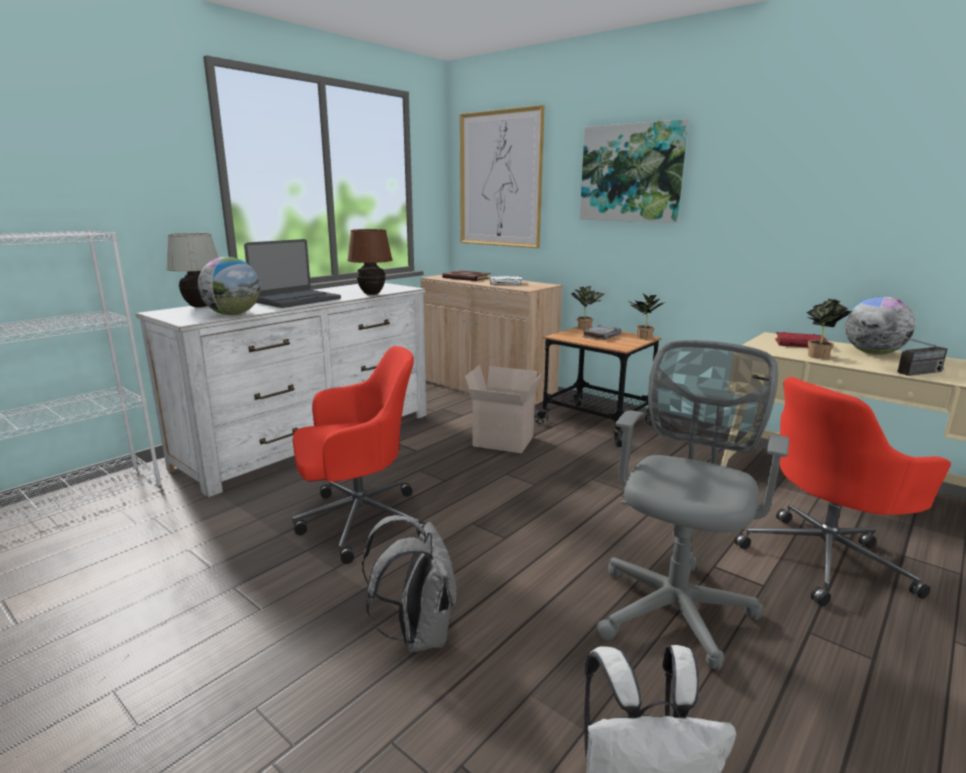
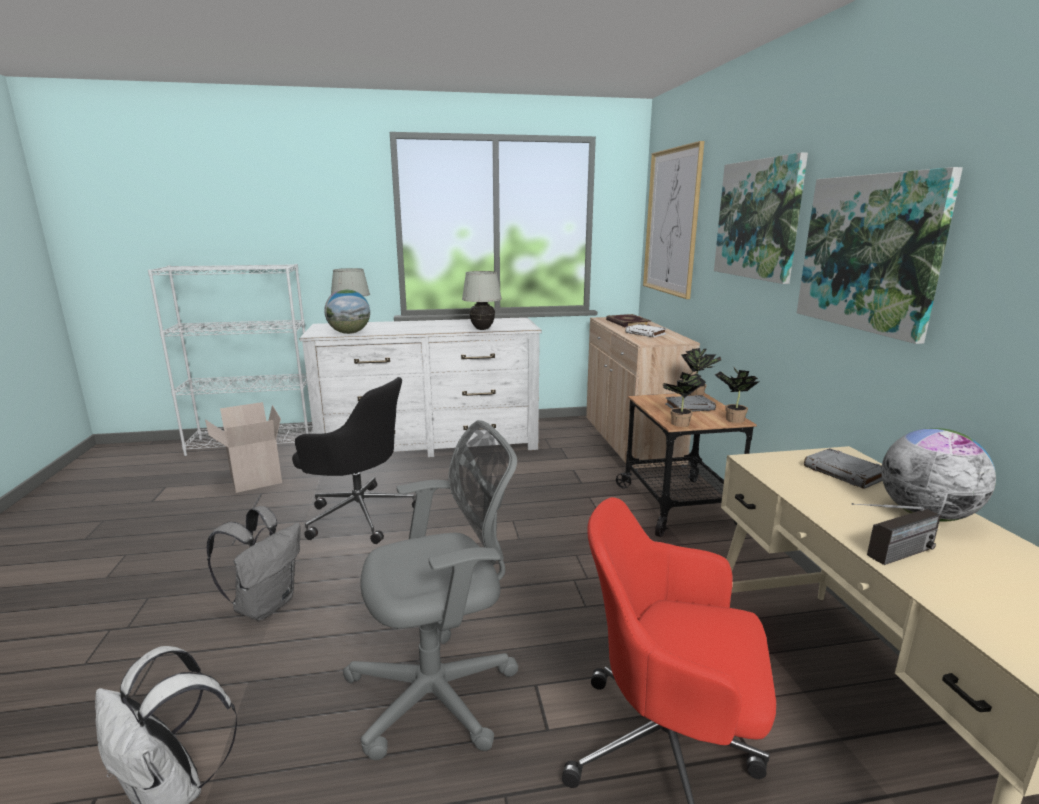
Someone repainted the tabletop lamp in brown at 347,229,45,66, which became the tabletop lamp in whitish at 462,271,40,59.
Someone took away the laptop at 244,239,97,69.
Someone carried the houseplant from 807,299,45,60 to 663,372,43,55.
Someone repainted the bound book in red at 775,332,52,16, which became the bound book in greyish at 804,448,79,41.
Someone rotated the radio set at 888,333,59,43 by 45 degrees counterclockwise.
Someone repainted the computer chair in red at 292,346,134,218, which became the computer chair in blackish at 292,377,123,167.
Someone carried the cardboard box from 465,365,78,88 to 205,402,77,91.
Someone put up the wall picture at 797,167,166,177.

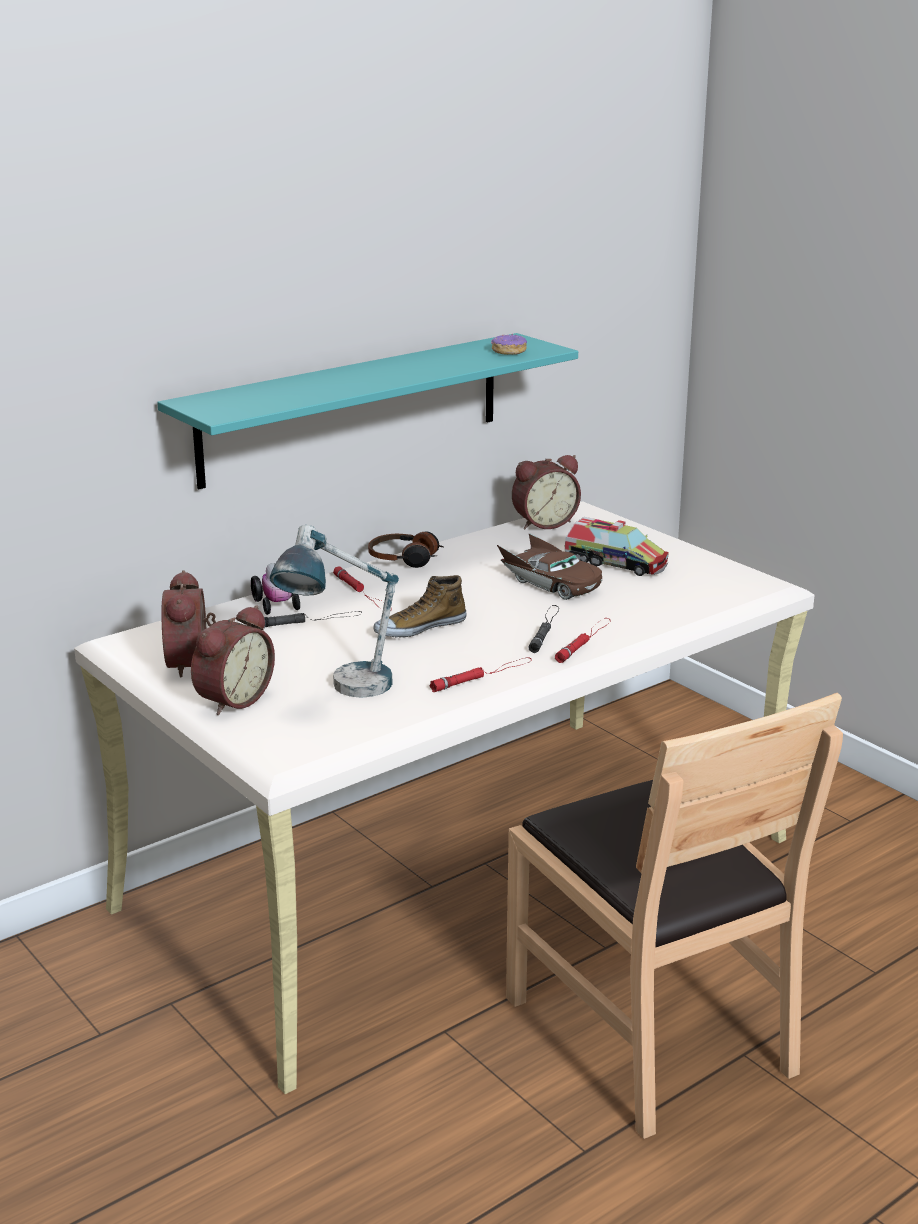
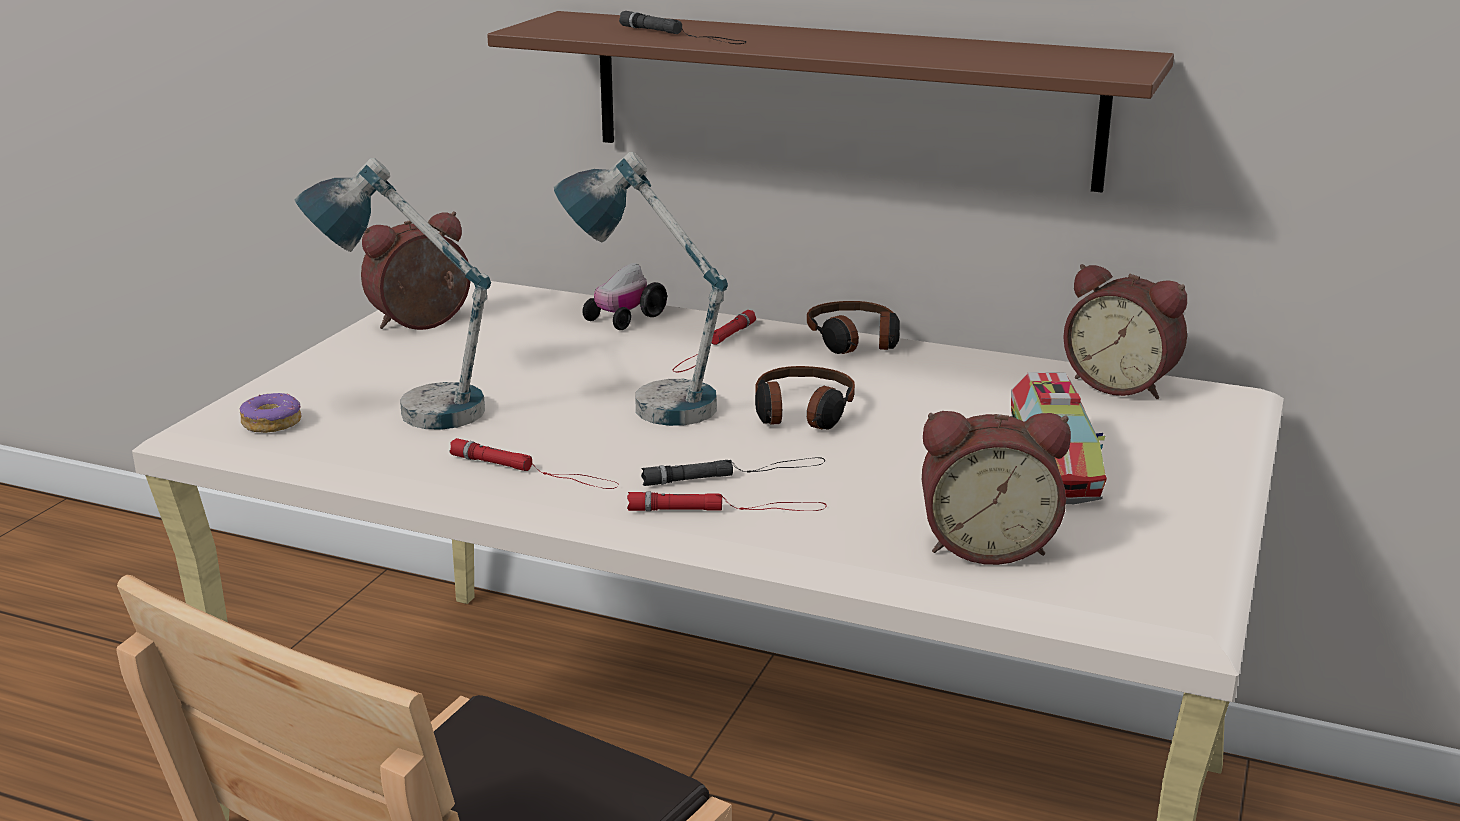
Someone repainted the bracket shelf in turquoise-coloured at 157,333,421,156, which became the bracket shelf in brown at 487,11,687,182.
Someone carried the ring doughnut from 491,334,36,21 to 240,393,61,40.
Someone took away the toy car in brown at 497,533,105,67.
Someone swapped the low shoe at 373,575,93,63 for the tabletop lamp at 554,152,174,274.
Someone carried the alarm clock from 191,605,84,110 to 922,411,149,154.
Someone carried the flashlight in blackish from 264,611,98,17 to 619,11,127,33.
Someone put down the headphones at 755,366,100,64.

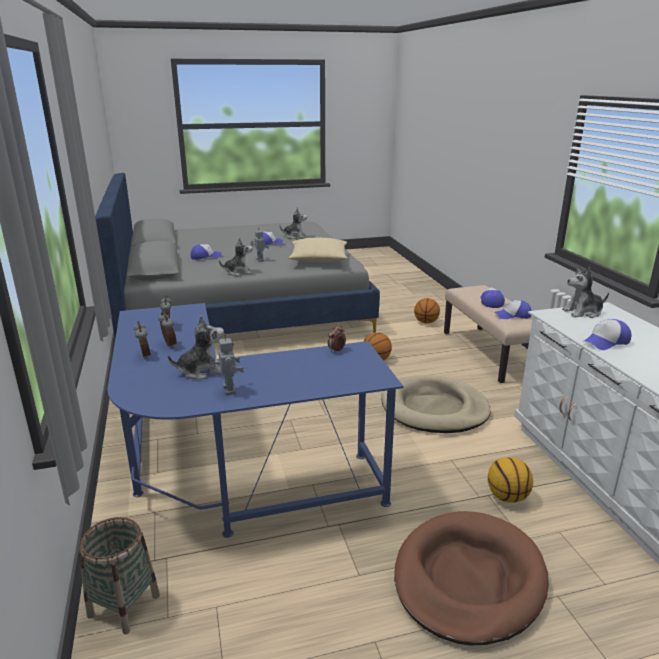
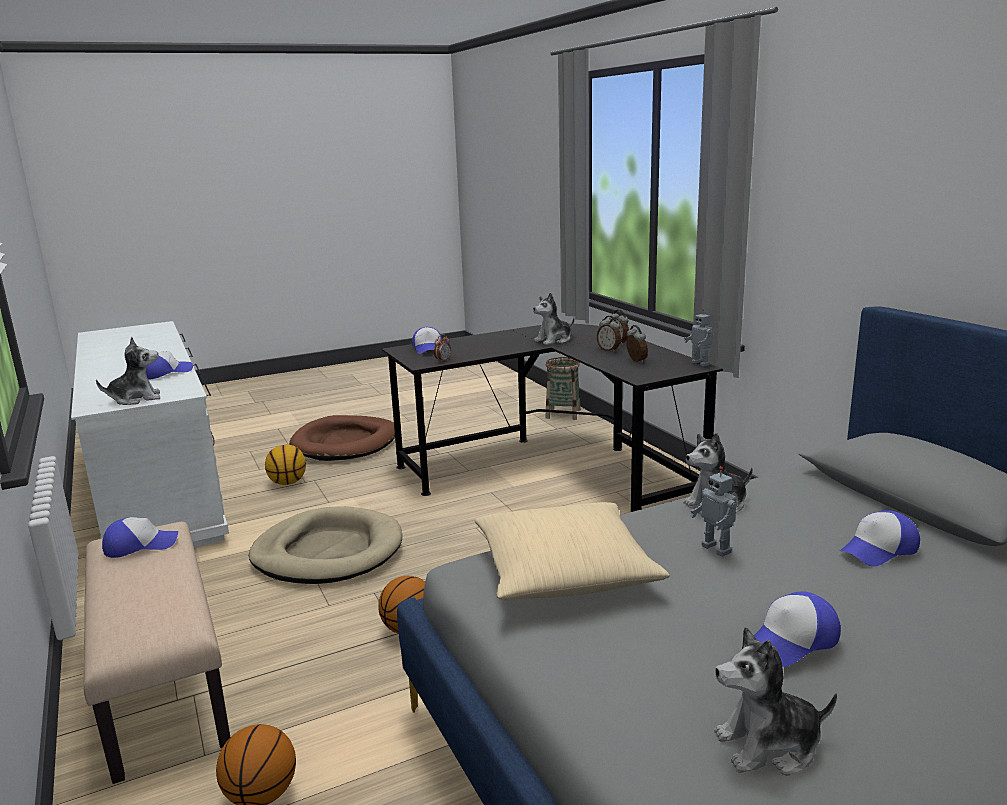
Someone carried the peaked cap from 480,287,25,21 to 412,327,30,27.
Someone repainted the desk table in blue-coloured at 107,303,297,235, which became the desk table in blackish at 382,324,341,188.
Someone carried the model robot from 209,334,35,61 to 684,308,30,59.

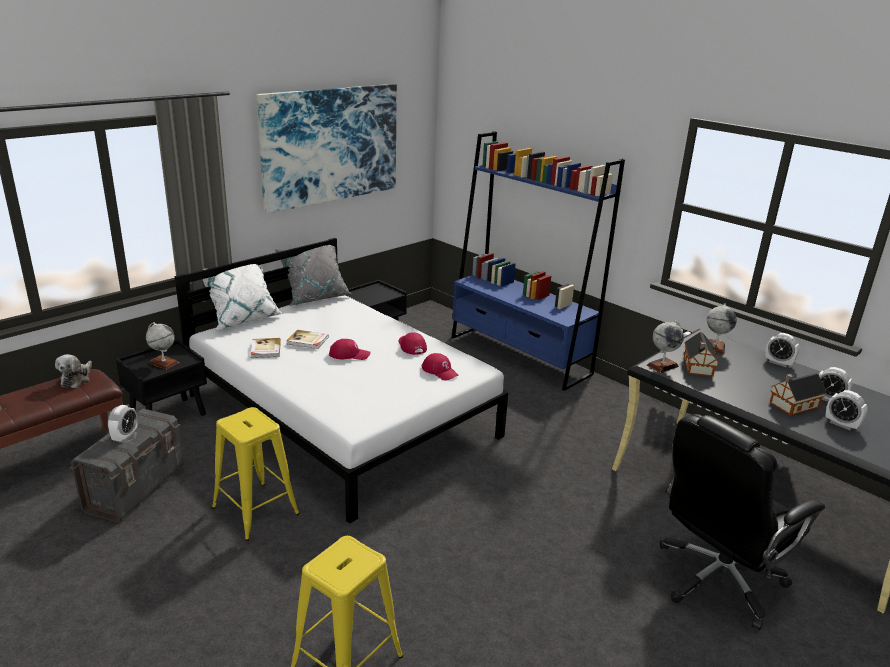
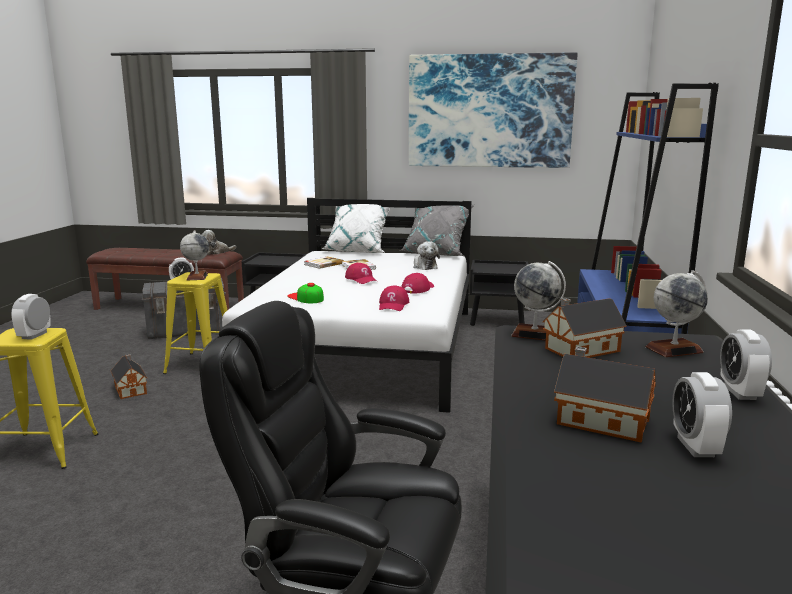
Someone carried the world globe from 146,322,33,48 to 180,230,29,50.
Someone carried the alarm clock from 825,390,42,40 to 11,294,40,46.
Someone put down the plush toy at 414,241,26,29.
Someone put down the peaked cap at 287,283,37,20.
Someone put down the toy house at 111,354,37,45.

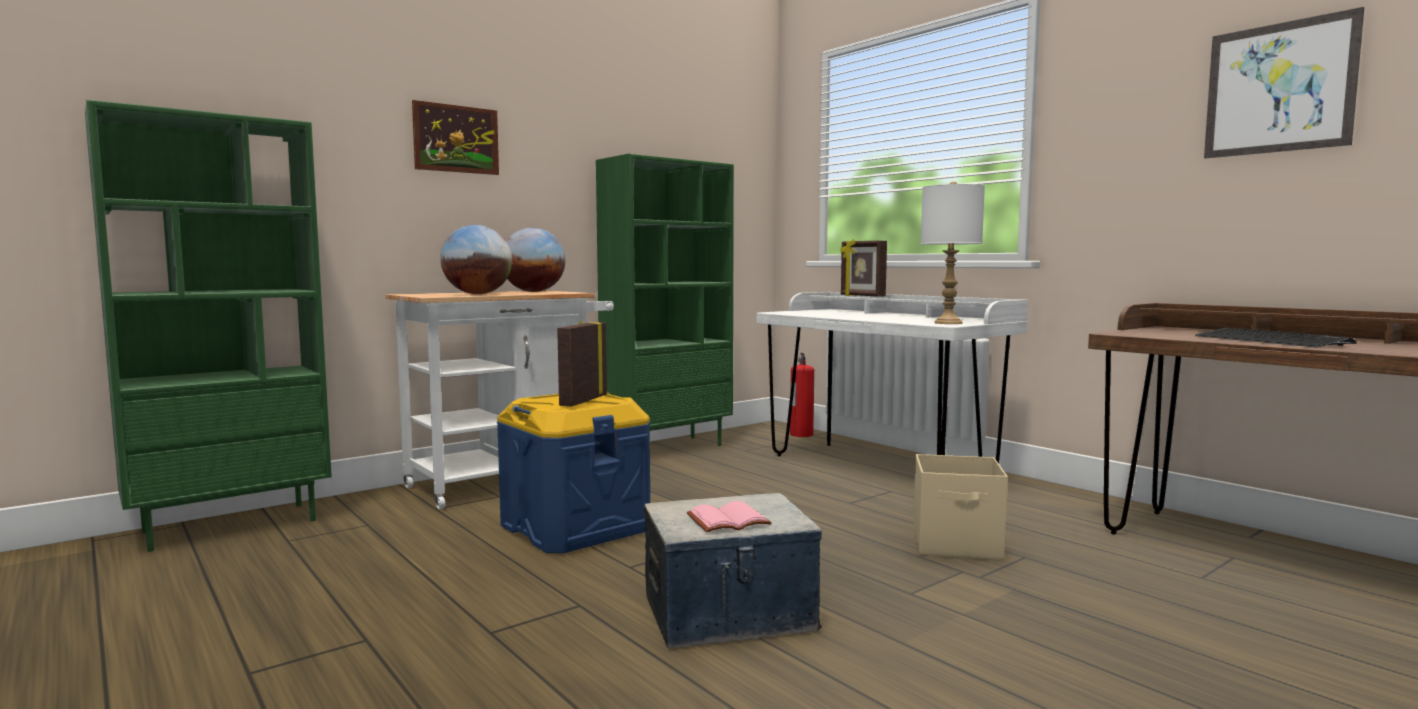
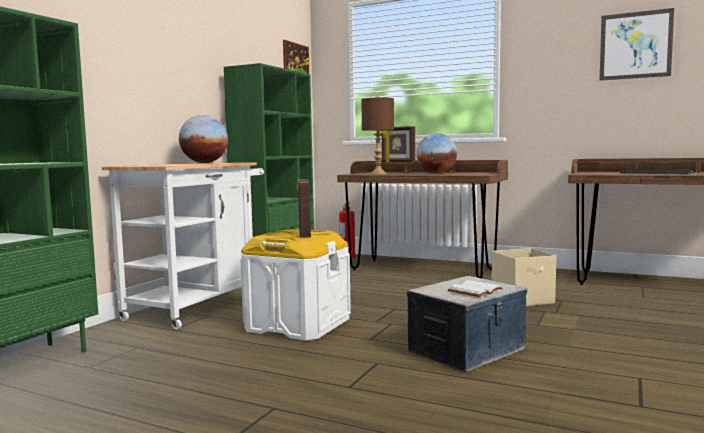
Someone carried the wall picture from 412,100,87,75 to 283,40,26,34.
Someone took away the tabletop lamp in whitish at 921,181,64,143.
Someone carried the world globe from 440,225,72,69 to 416,133,41,41.
Someone repainted the desk table in whitish at 756,292,272,171, which became the desk table in brown at 337,160,171,118.
Someone repainted the storage bin in blue-coloured at 497,392,153,161, which became the storage bin in whitish at 240,229,111,112.
Someone repainted the bound book in pink at 687,501,85,31, which became the bound book in whitish at 448,280,54,17.
Someone put down the tabletop lamp in brown at 361,96,33,78.

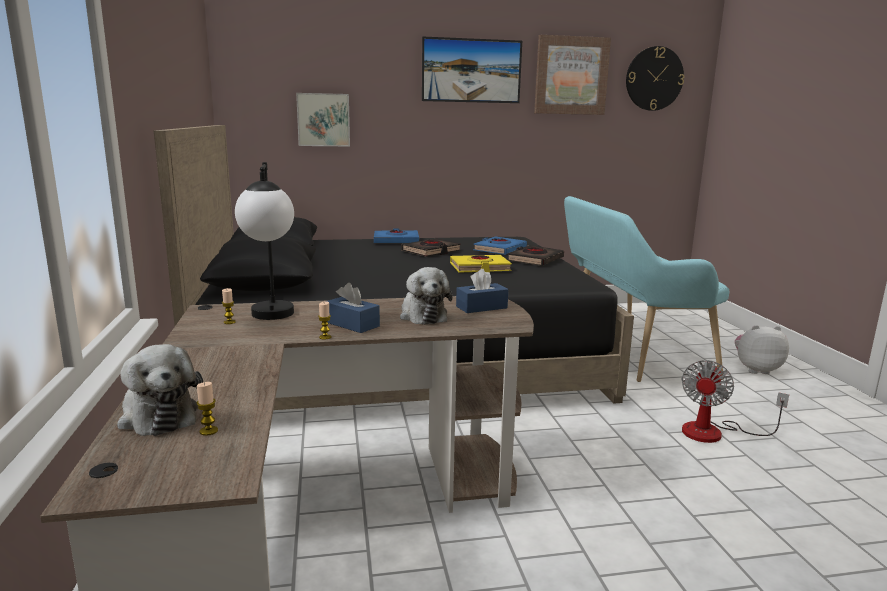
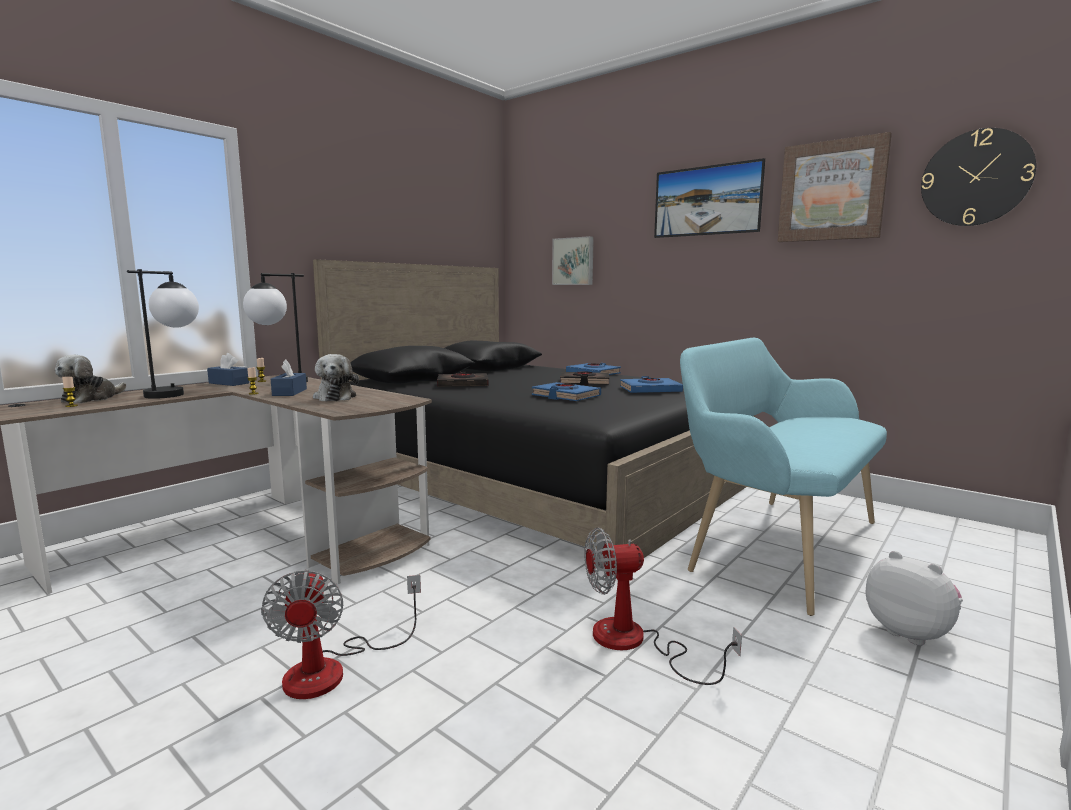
Someone carried the bound book in blackish from 507,245,57,21 to 437,371,52,16.
Someone repainted the bound book in yellowish at 450,255,62,18, which became the bound book in blue-coloured at 532,382,69,19.
Someone rotated the plush toy at 400,267,52,58 by 45 degrees counterclockwise.
Someone carried the tissue holder in blue-coloured from 456,269,52,44 to 207,353,42,33.
Someone put down the tabletop lamp at 127,269,72,130.
Someone put down the electric fan at 261,569,160,130.

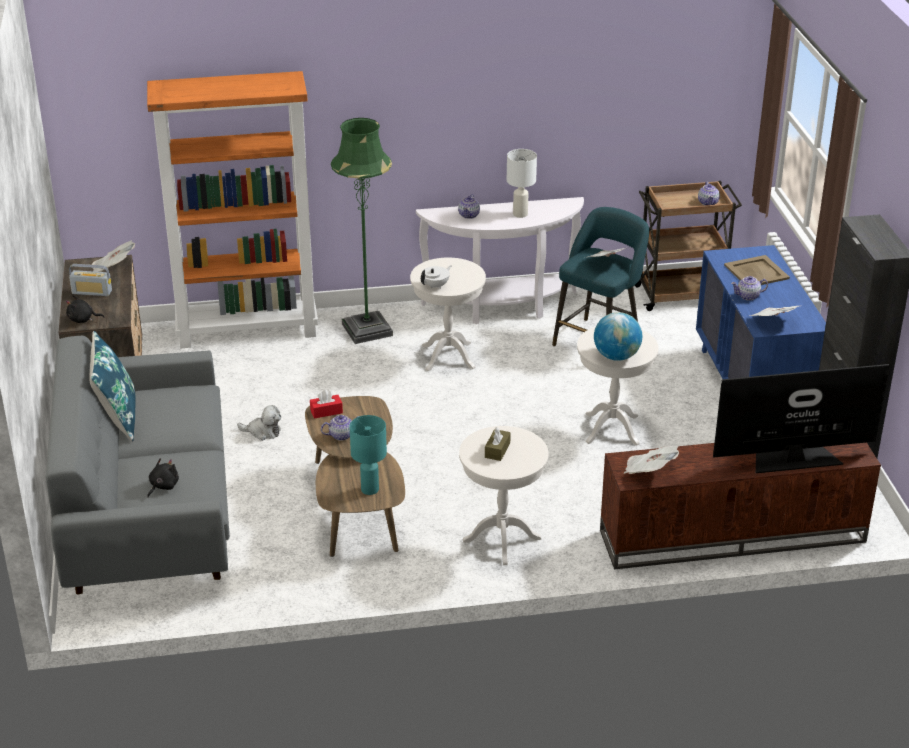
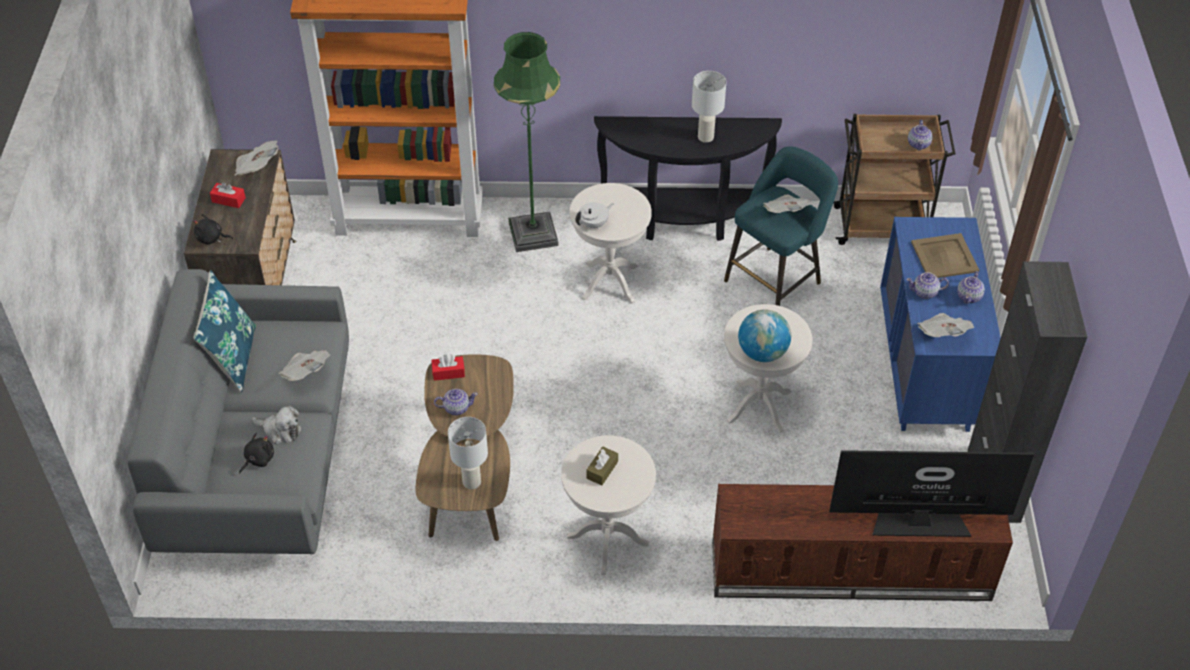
Someone carried the pot for tea from 458,194,22,25 to 957,271,28,33.
Someone repainted the narrow table in whitish at 416,197,168,127, which became the narrow table in blackish at 594,116,188,125.
Someone swapped the radio set at 69,264,43,32 for the tissue holder in red at 210,182,36,26.
Someone carried the plush toy from 237,405,44,36 to 252,405,50,39.
Someone repainted the tabletop lamp in turquoise-coloured at 350,415,37,80, which became the tabletop lamp in whitish at 448,417,40,72.
Someone carried the daily paper from 624,446,55,28 to 278,350,53,31.

